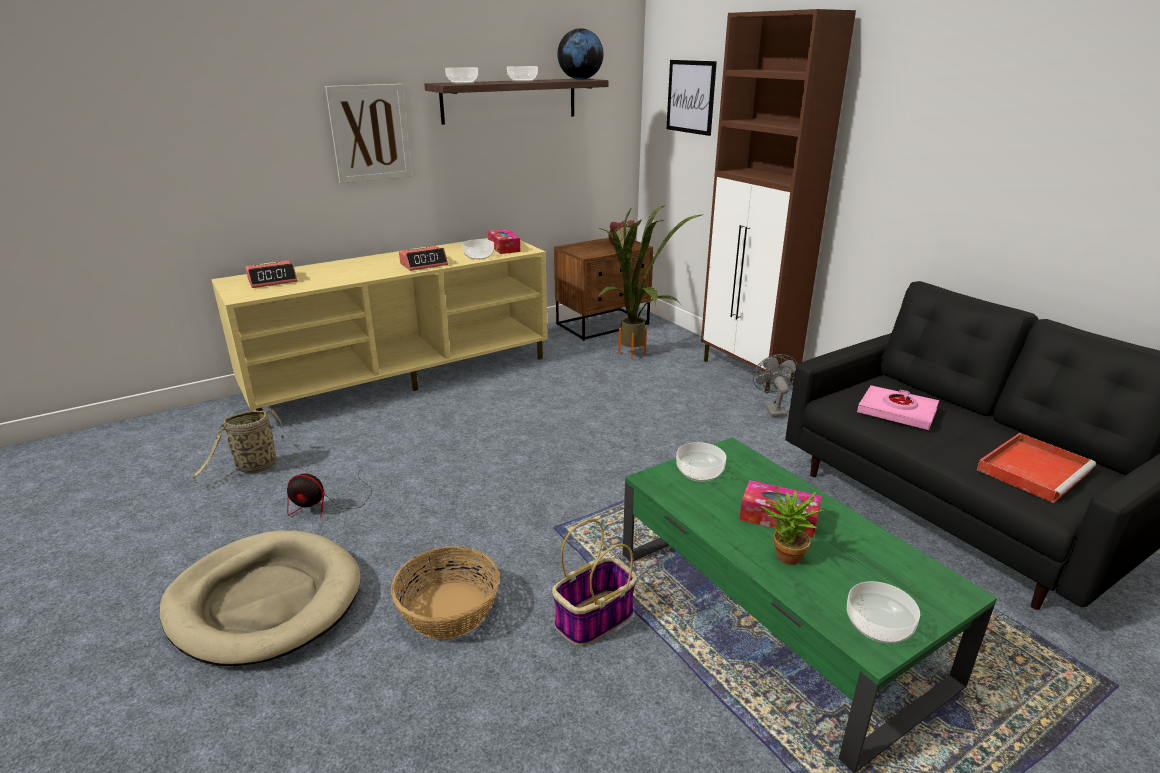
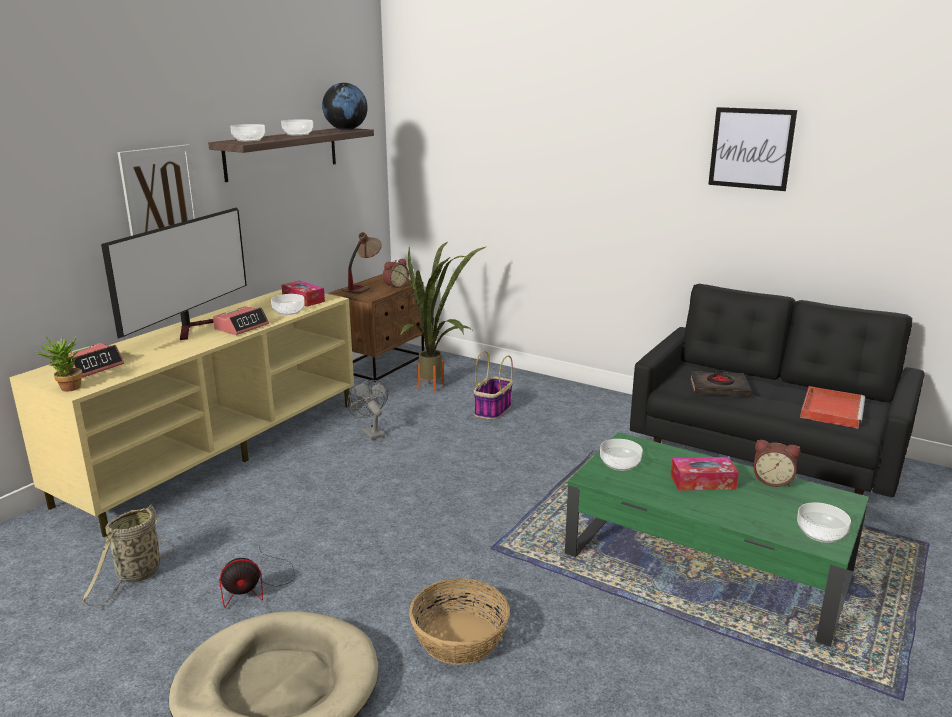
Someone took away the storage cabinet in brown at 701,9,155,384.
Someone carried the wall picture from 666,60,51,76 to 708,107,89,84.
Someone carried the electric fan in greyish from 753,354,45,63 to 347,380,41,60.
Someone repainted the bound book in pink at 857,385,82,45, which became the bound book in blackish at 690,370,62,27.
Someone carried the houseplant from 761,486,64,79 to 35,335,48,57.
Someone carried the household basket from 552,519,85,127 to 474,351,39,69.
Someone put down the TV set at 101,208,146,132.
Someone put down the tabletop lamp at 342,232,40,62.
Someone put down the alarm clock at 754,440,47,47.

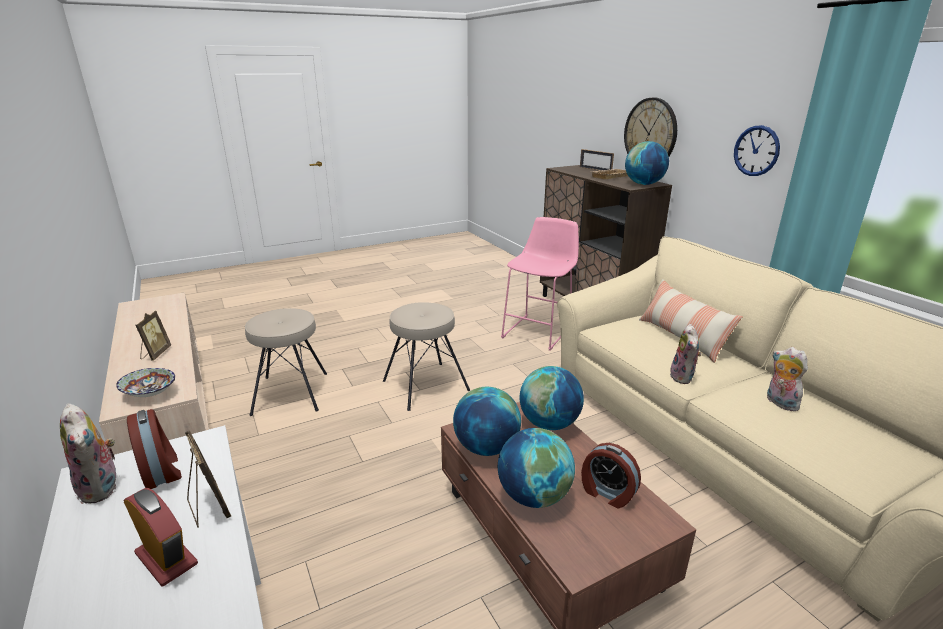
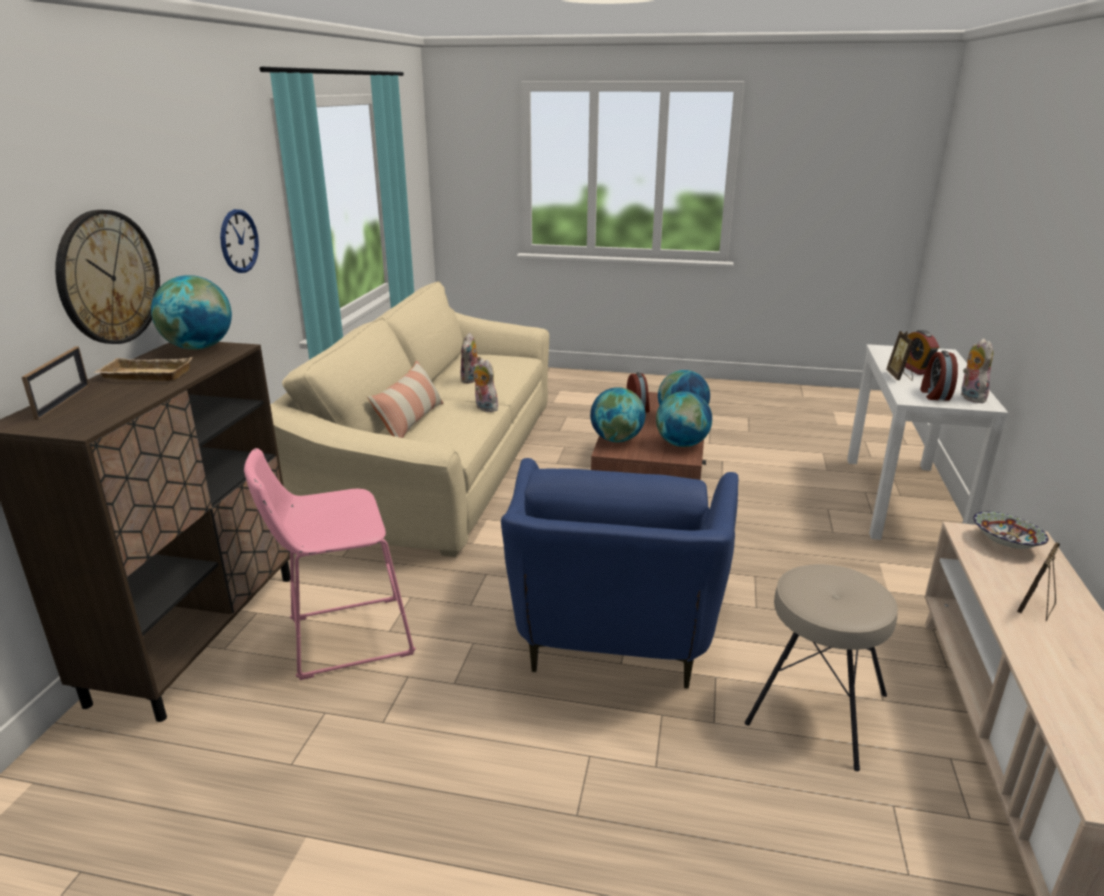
Someone swapped the stool seat in beige at 383,302,87,109 for the lounge chair in blue-coloured at 501,458,237,231.
Someone rotated the plush toy at 670,324,32,60 by 90 degrees counterclockwise.

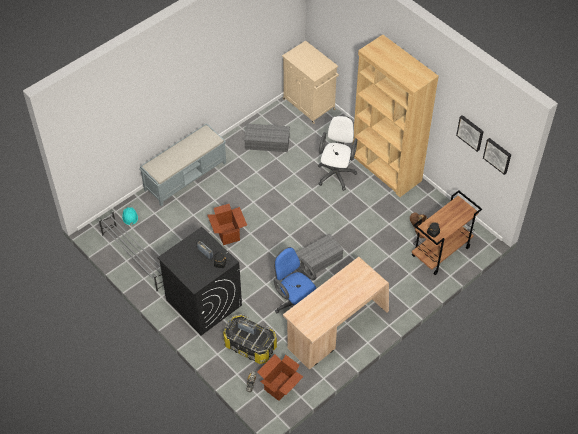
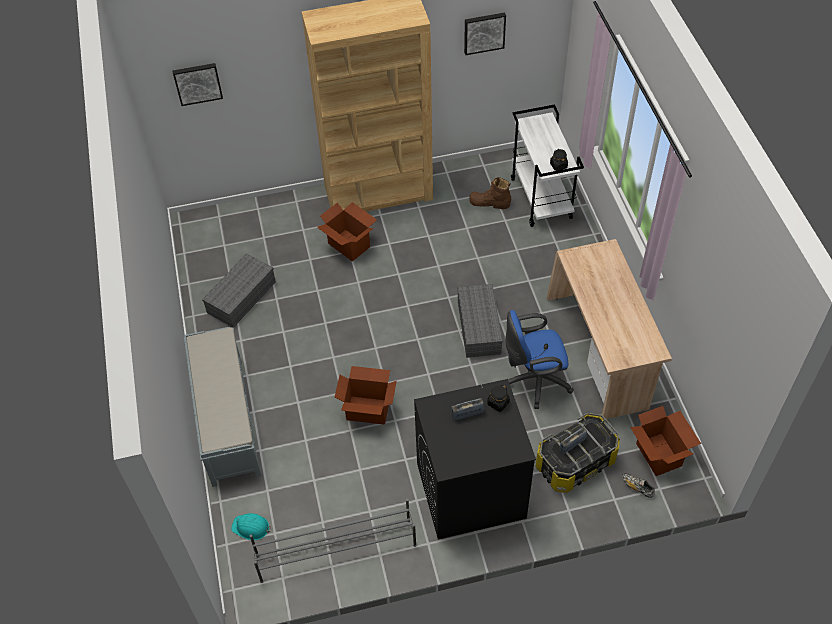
Someone took away the storage cabinet in beige at 282,41,57,83.
Someone swapped the computer chair in whitish at 318,116,39,75 for the cardboard box at 317,202,60,60.
Someone carried the wall picture from 483,138,28,37 to 173,63,50,43.
Someone repainted the wheeled cart in brown at 412,190,70,85, which became the wheeled cart in whitish at 511,105,73,122.

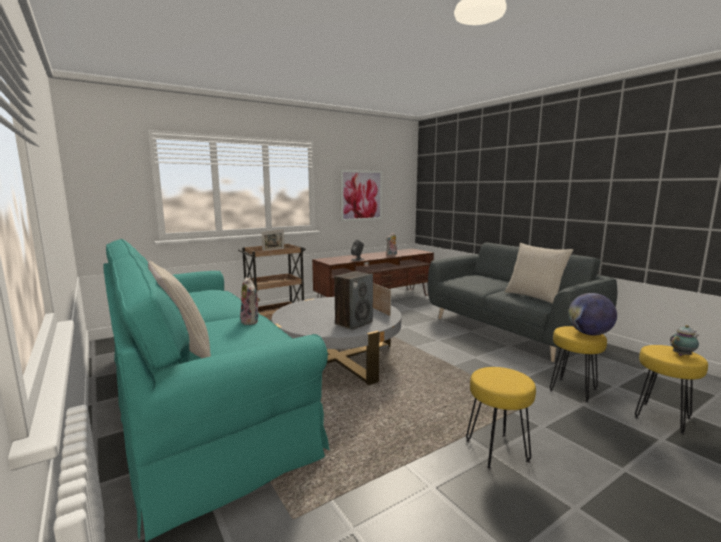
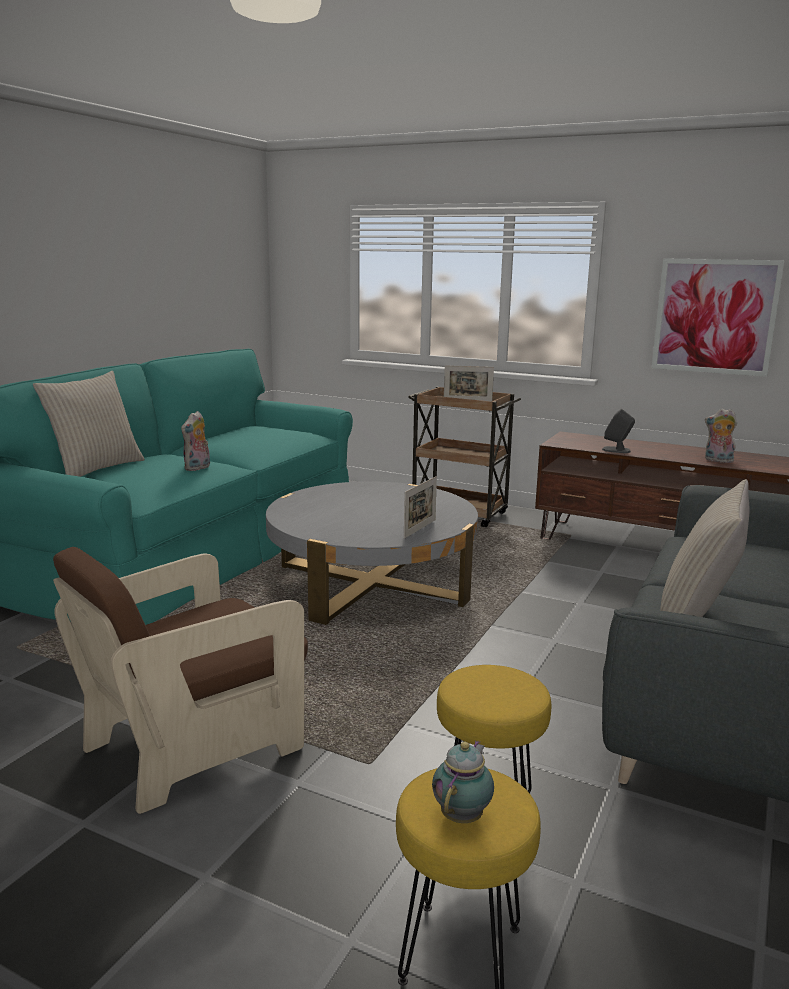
Someone took away the audio speaker at 334,271,39,59.
Someone took away the world globe at 568,293,49,42.
Someone rotated the pot for tea at 670,325,29,31 by 105 degrees counterclockwise.
Someone swapped the stool seat in yellowish at 466,367,70,102 for the lounge chair in brown at 53,547,255,267.

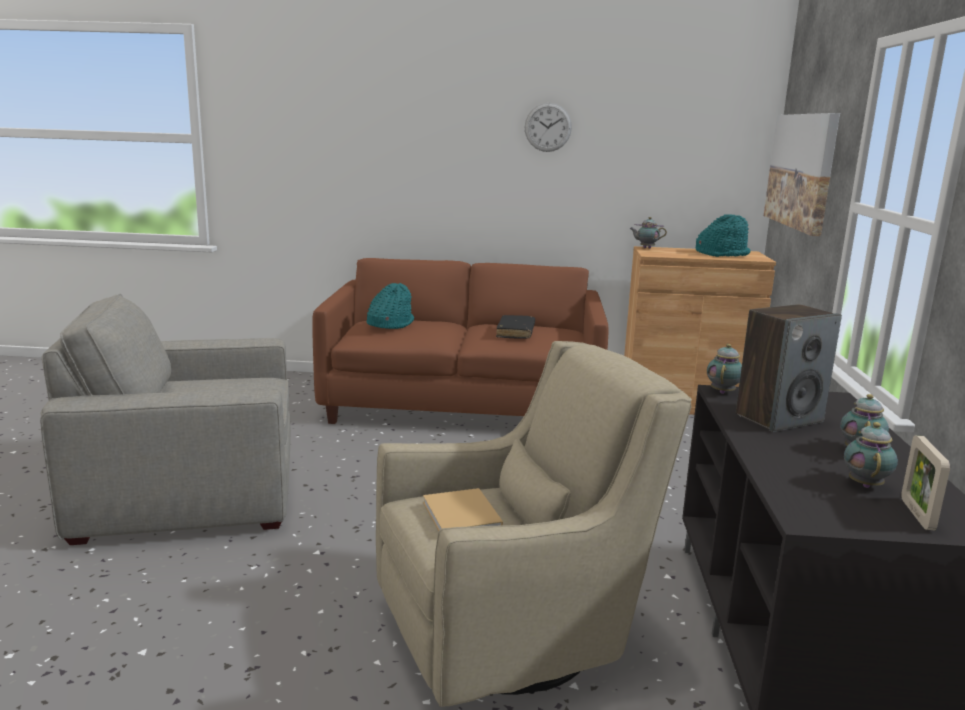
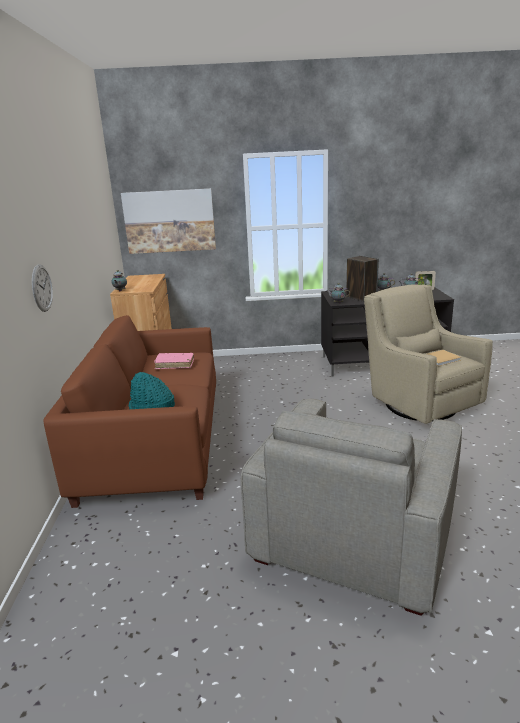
Someone carried the wall clock from 525,103,47,49 to 32,264,21,48.
Someone took away the wearable hat in turquoise-coloured at 696,214,55,43.
Someone rotated the lounge chair in greyish at 40,294,251,251 by 45 degrees clockwise.
Someone repainted the bound book in blackish at 496,315,39,24, which became the bound book in pink at 154,353,40,16.

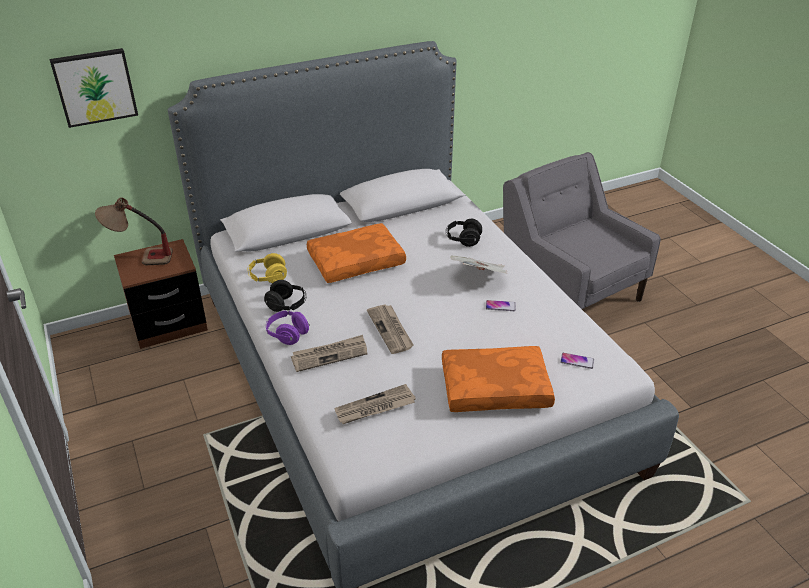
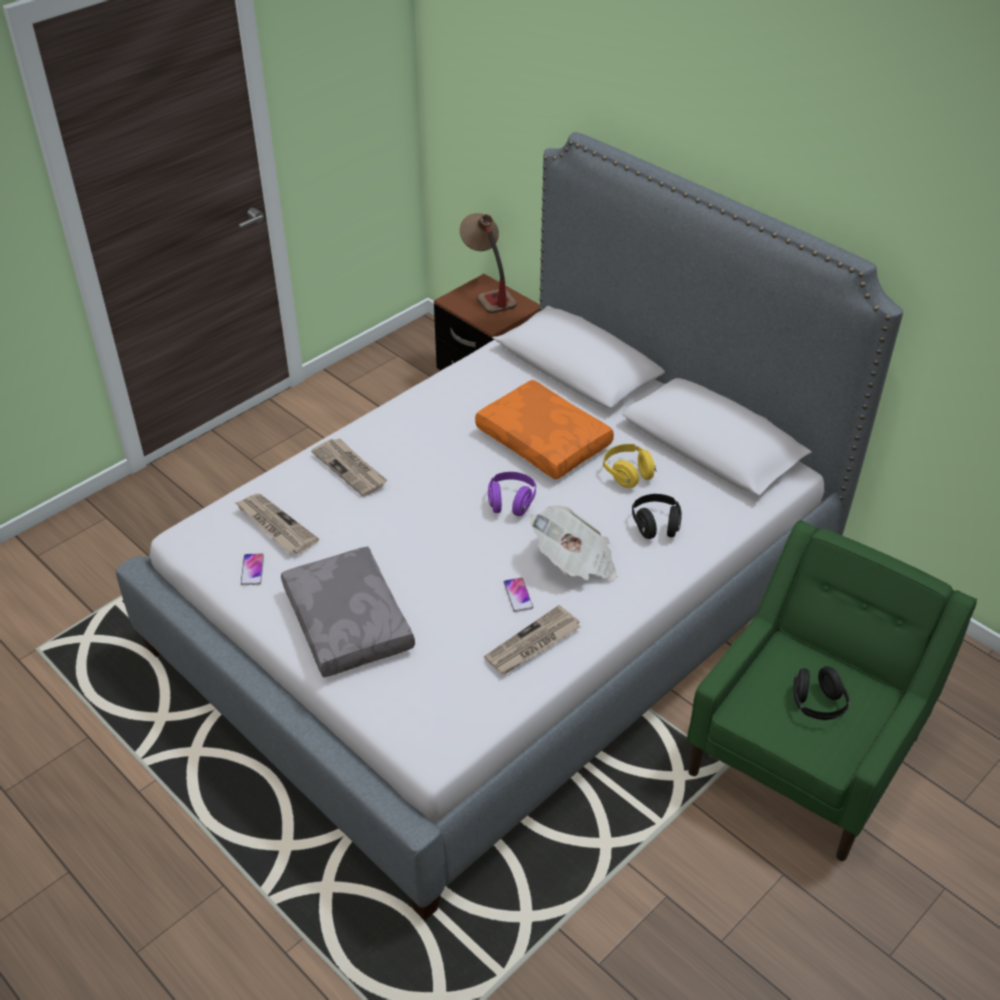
Someone took away the wall picture at 49,48,89,80.
Someone repainted the lounge chair in greyish at 503,152,158,157, which became the lounge chair in greenish at 687,520,290,341.
Someone carried the headphones in yellowish from 248,253,39,30 to 603,444,54,44.
Someone carried the headphones in blackish from 264,280,42,32 to 794,666,56,54.
Someone carried the daily paper from 367,304,46,50 to 484,605,96,69.
Someone carried the headphones in purplish from 266,310,44,35 to 488,472,48,44.
Someone repainted the throw pillow in orange-coloured at 442,346,113,66, which became the throw pillow in greyish at 281,546,134,132.
Someone carried the telephone from 560,353,34,16 to 241,553,23,32.

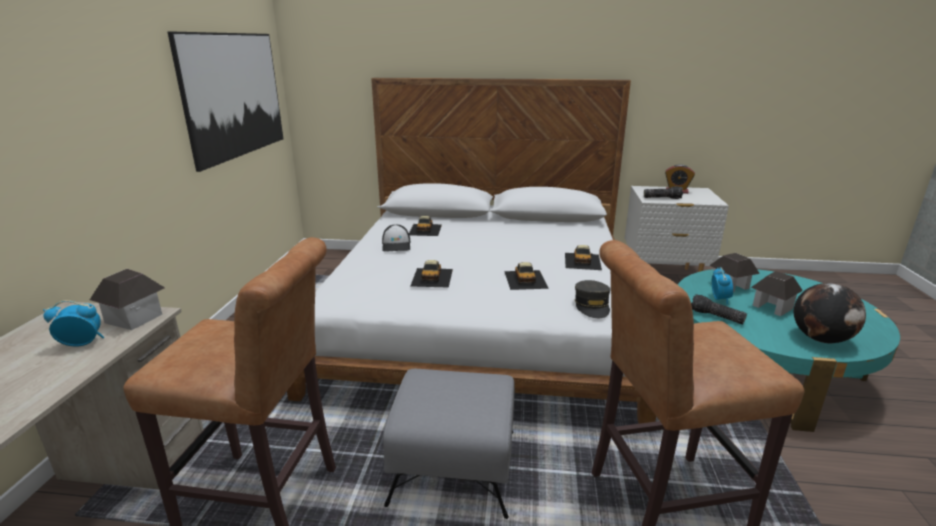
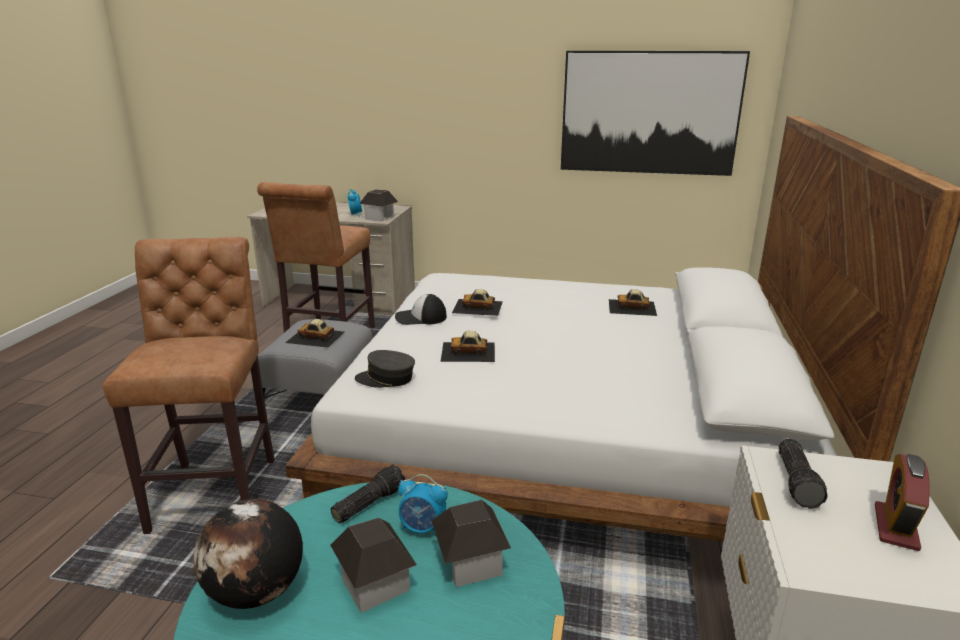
Someone carried the peaked cap from 382,224,28,28 to 395,294,52,31.
Someone carried the toy car from 565,245,37,25 to 285,319,60,29.

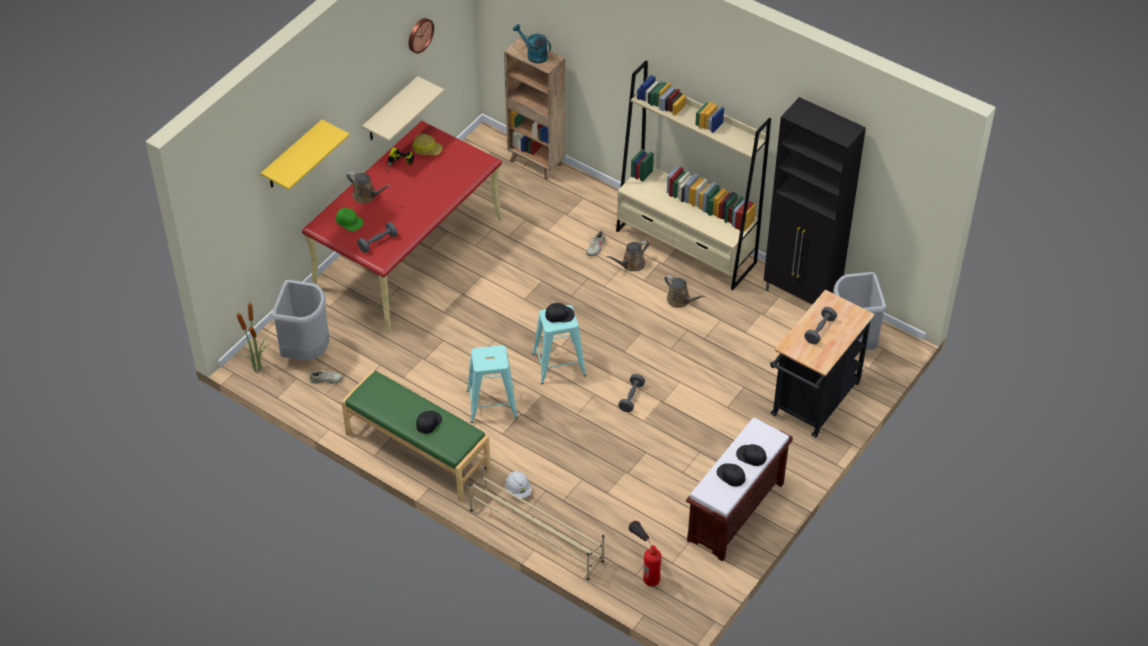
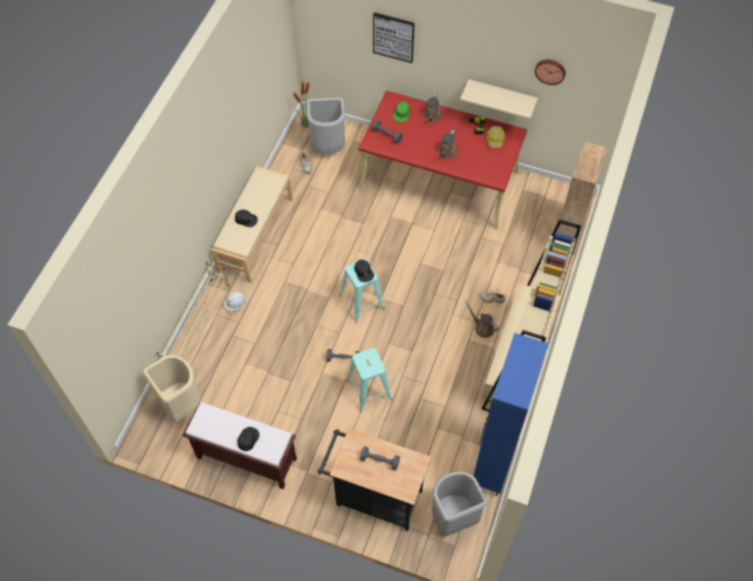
Someone took away the watering pot in turquoise-coloured at 513,24,38,39.
Someone repainted the storage cabinet in blackish at 764,97,102,208, which became the storage cabinet in blue-coloured at 474,333,75,163.
Someone swapped the bracket shelf in yellowish at 261,120,89,70 for the wall picture at 373,12,42,51.
Someone carried the watering pot in brown from 664,275,41,33 to 436,130,21,29.
Someone carried the stool seat in turquoise-coloured from 467,345,51,78 to 346,348,46,64.
Someone repainted the indoor bench in greenish at 341,370,150,132, which became the indoor bench in beige at 211,166,82,117.
Someone took away the peaked cap in blackish at 717,464,29,23.
Someone swapped the fire extinguisher at 629,521,32,65 for the rubbish bin in beige at 143,355,57,67.

